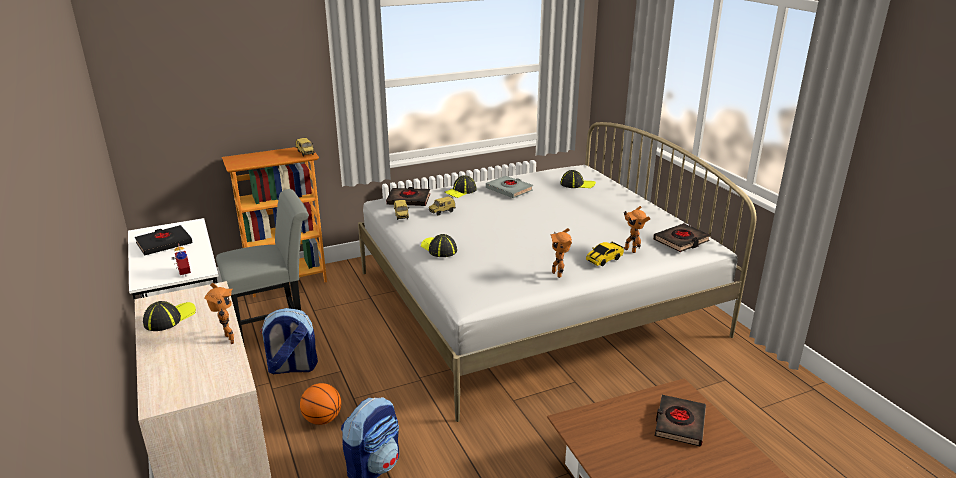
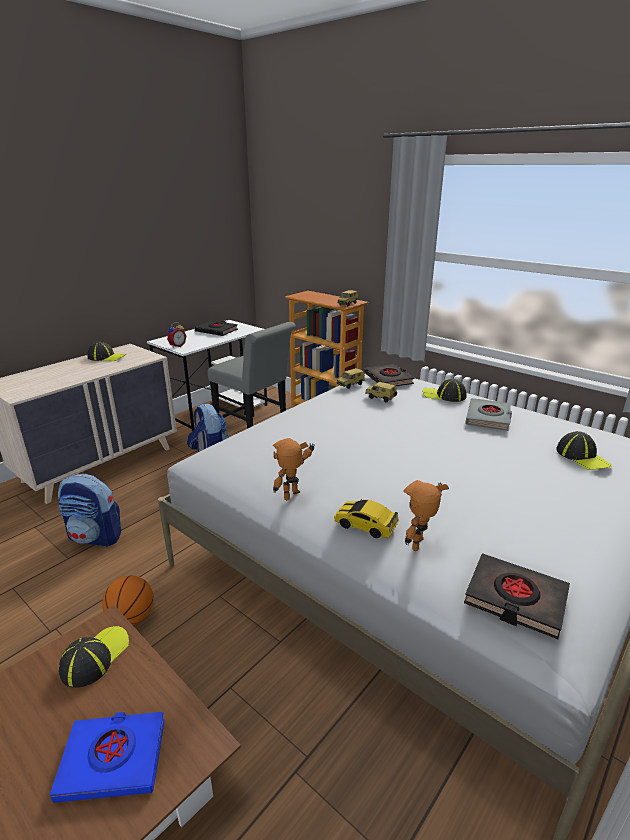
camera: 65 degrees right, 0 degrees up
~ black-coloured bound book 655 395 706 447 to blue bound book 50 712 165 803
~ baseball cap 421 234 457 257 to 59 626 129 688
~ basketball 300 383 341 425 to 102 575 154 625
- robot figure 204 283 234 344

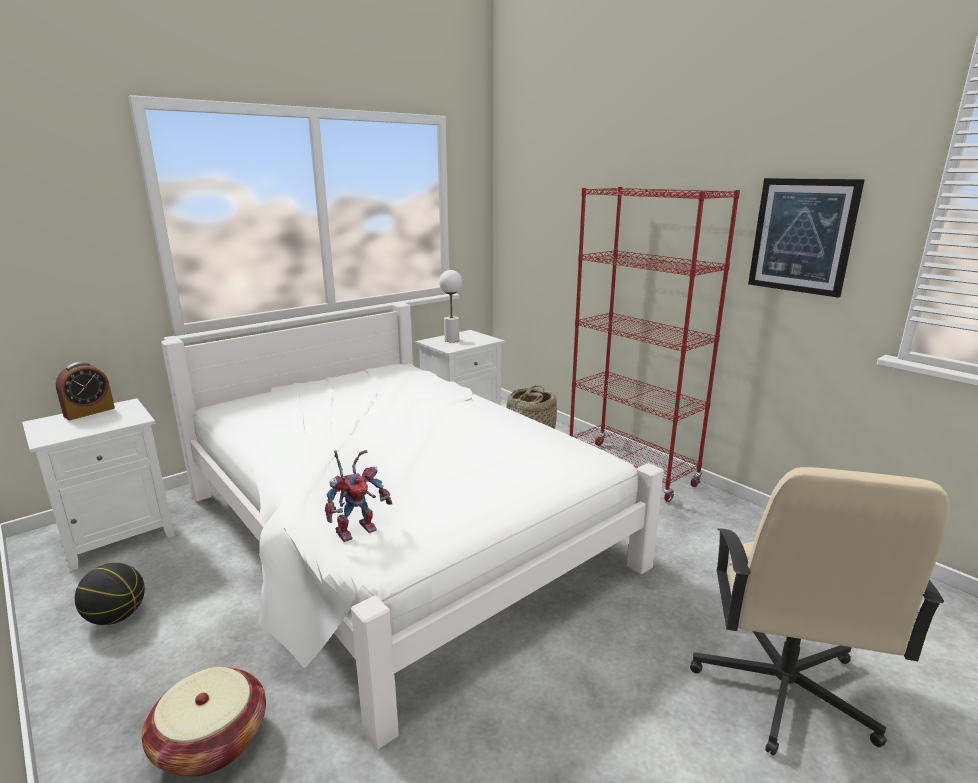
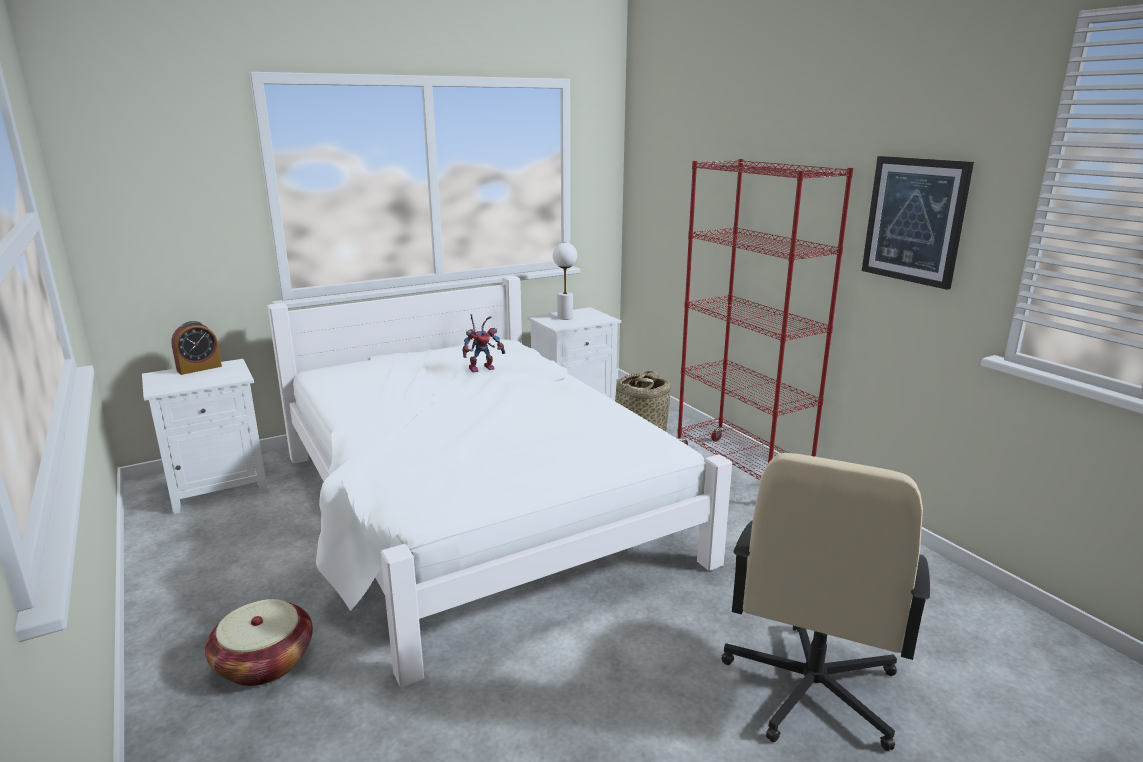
camera: 10 degrees right, 0 degrees up
~ robot figure 325 450 392 542 to 462 314 505 372
- basketball 75 563 145 625

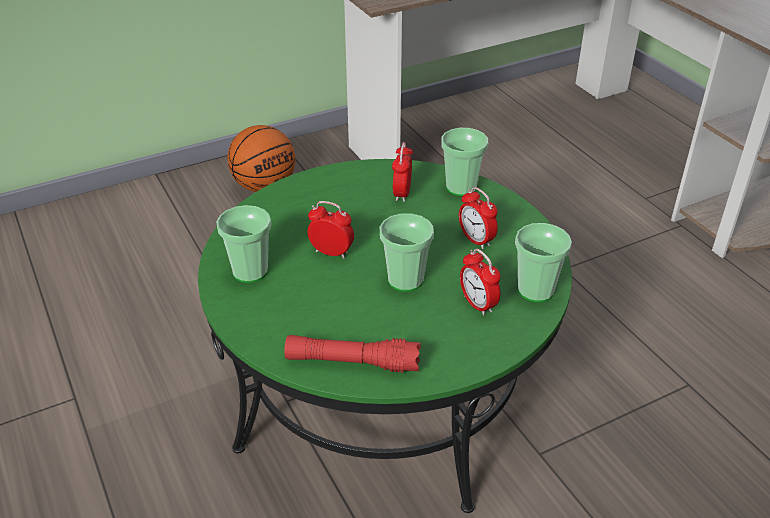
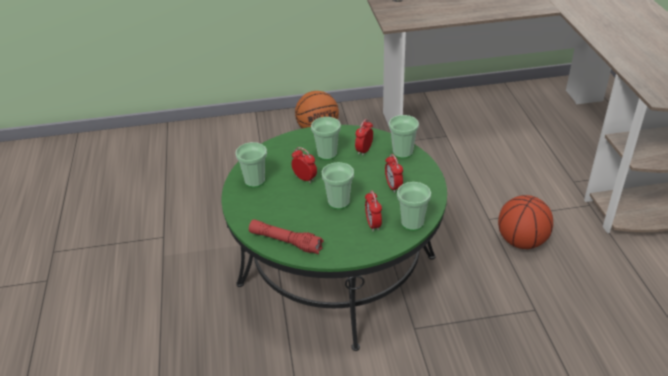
camera: 20 degrees right, 0 degrees up
+ cup 311 117 341 160
+ basketball 498 195 553 249

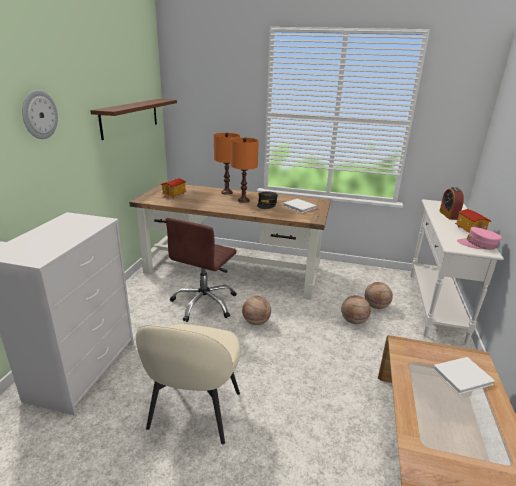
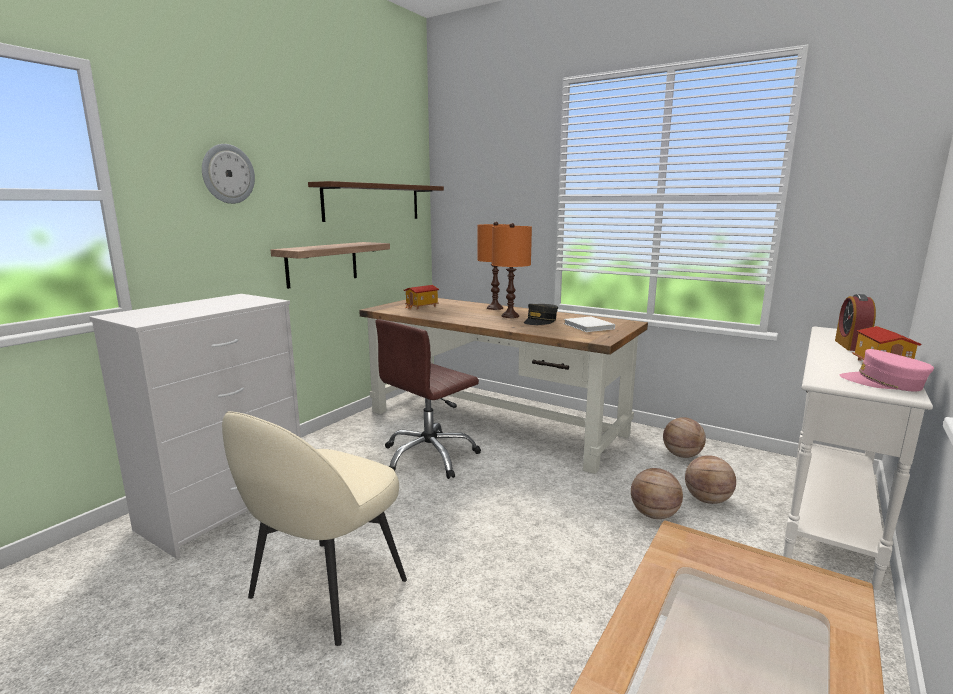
camera: 20 degrees right, 10 degrees down
+ wall shelf 271 242 390 289
~ basketball 242 296 271 325 to 663 417 706 458
- white-coloured bound book 433 357 495 394

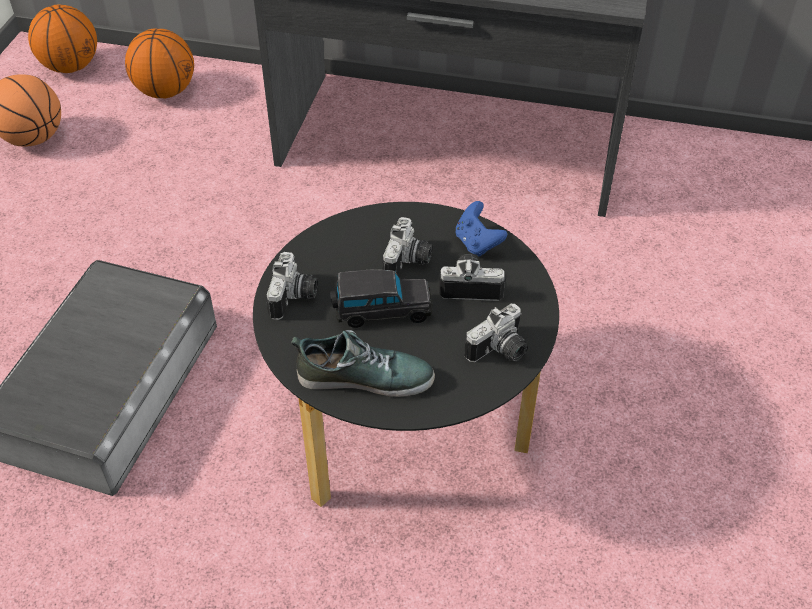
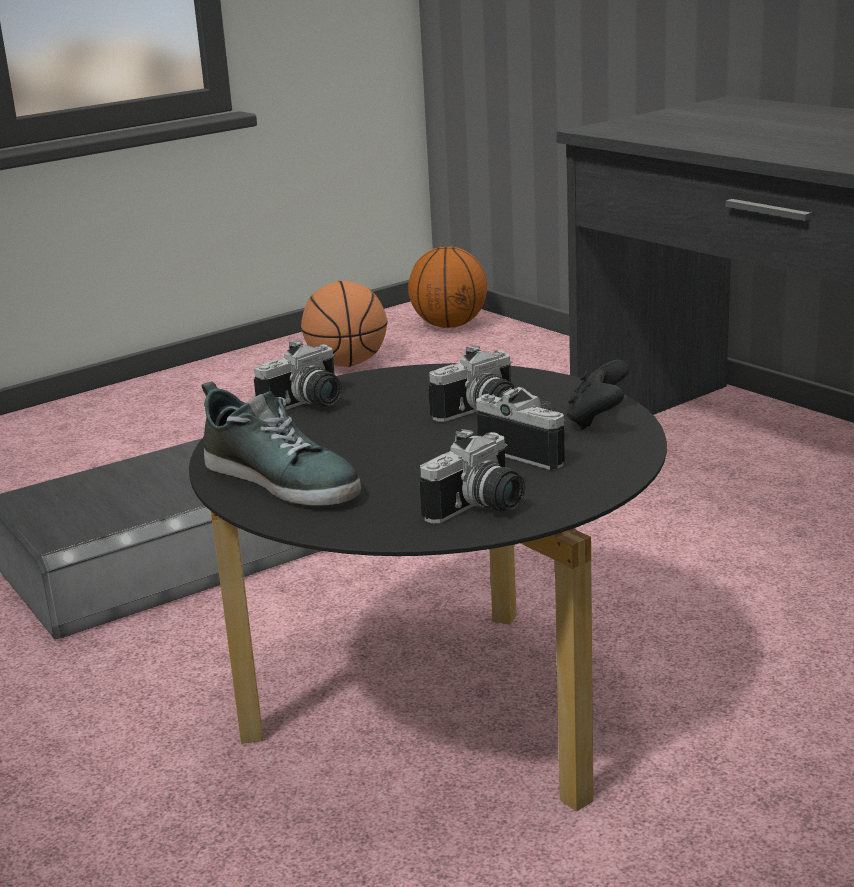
camera: 40 degrees right, 25 degrees down
~ photo camera 464 304 528 362 = 419 429 525 524 45 degrees counterclockwise
~ blue game controller 455 201 507 257 to black-coloured game controller 567 360 630 430
- basketball 125 29 194 98
- black-coloured miniature car 330 269 433 328

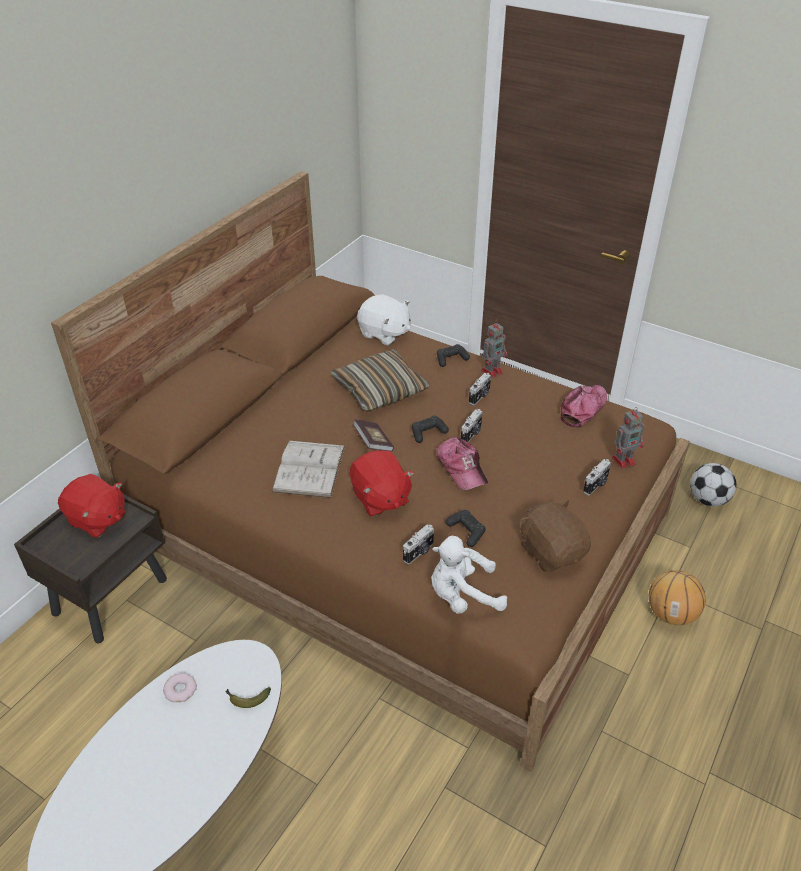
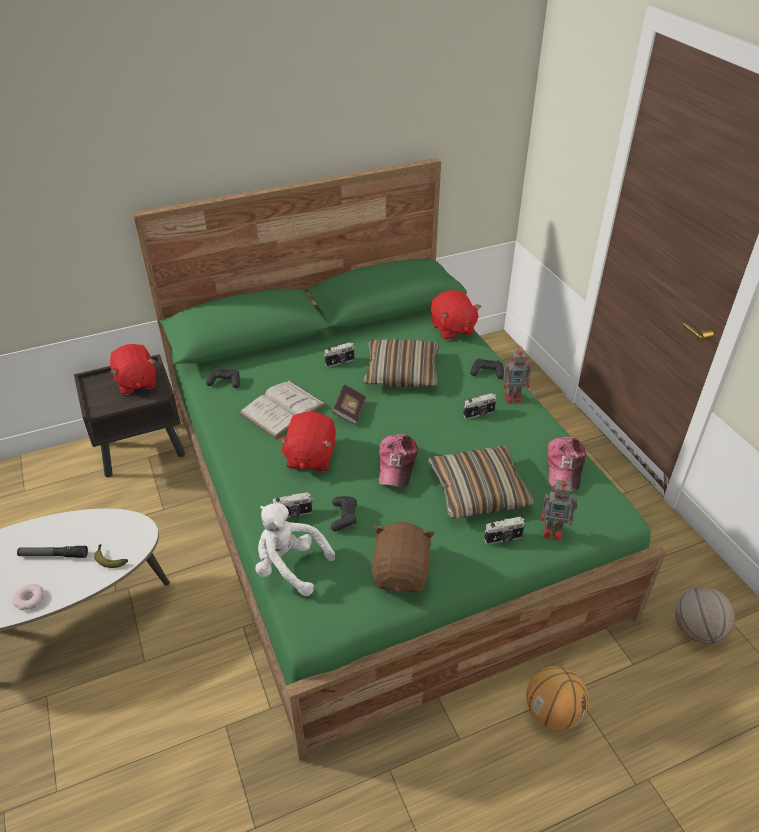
camera: 35 degrees right, 0 degrees up
~ ring doughnut 163 673 197 702 to 13 584 44 610
+ torch 17 546 88 558
~ brownish bedroom bed 51 171 690 772 to green-coloured bedroom bed 132 158 666 761
~ black-coloured game controller 412 416 449 443 to 206 368 240 388
~ photo camera 461 409 483 442 to 324 342 355 367
+ throw pillow 428 446 534 519
~ white-coloured cuddly toy 357 294 411 345 to red-coloured cuddly toy 430 290 481 340
~ baseball cap 560 385 607 427 = 548 437 586 490 120 degrees clockwise
~ football ball 690 463 737 507 to basketball 675 587 735 644

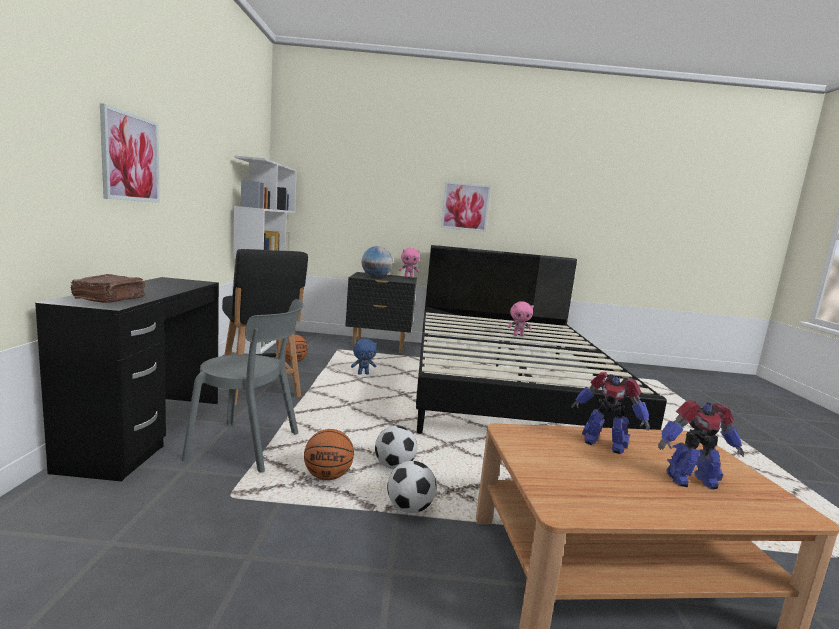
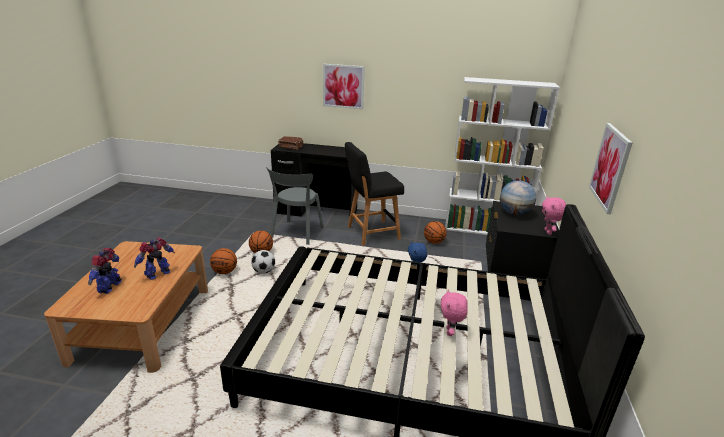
camera: 100 degrees right, 15 degrees up
~ football ball 387 461 437 513 to basketball 210 248 237 274

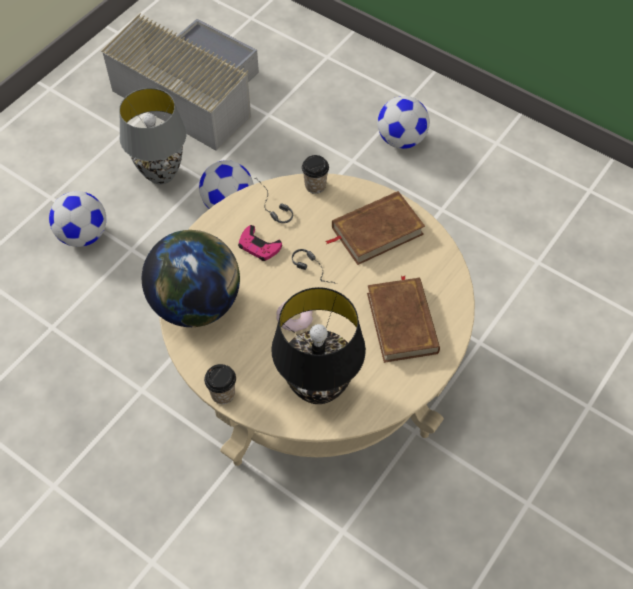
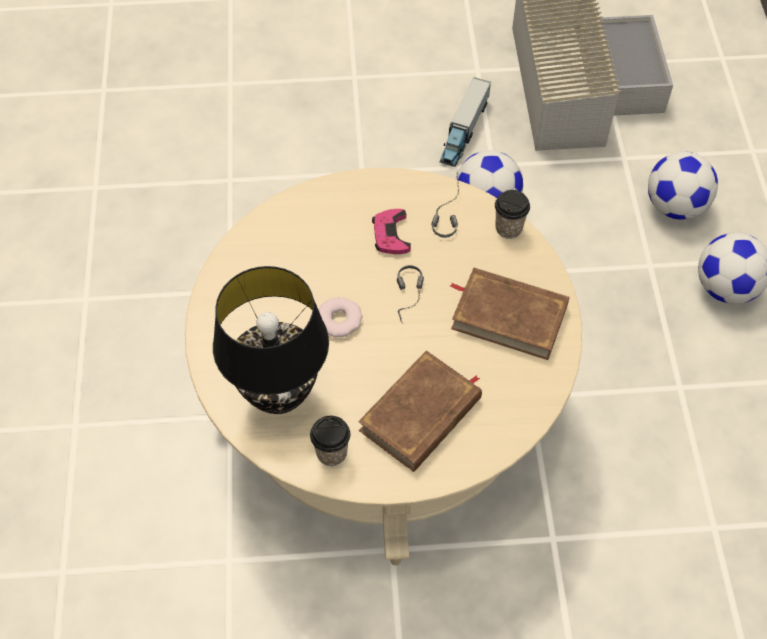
camera: 50 degrees right, 0 degrees up
~ cup 204 364 236 404 to 310 416 350 466
~ gray tabletop lamp 119 88 187 185 to model truck 440 77 491 167
~ football ball 49 191 106 247 to 648 151 718 220
- globe 142 230 240 327

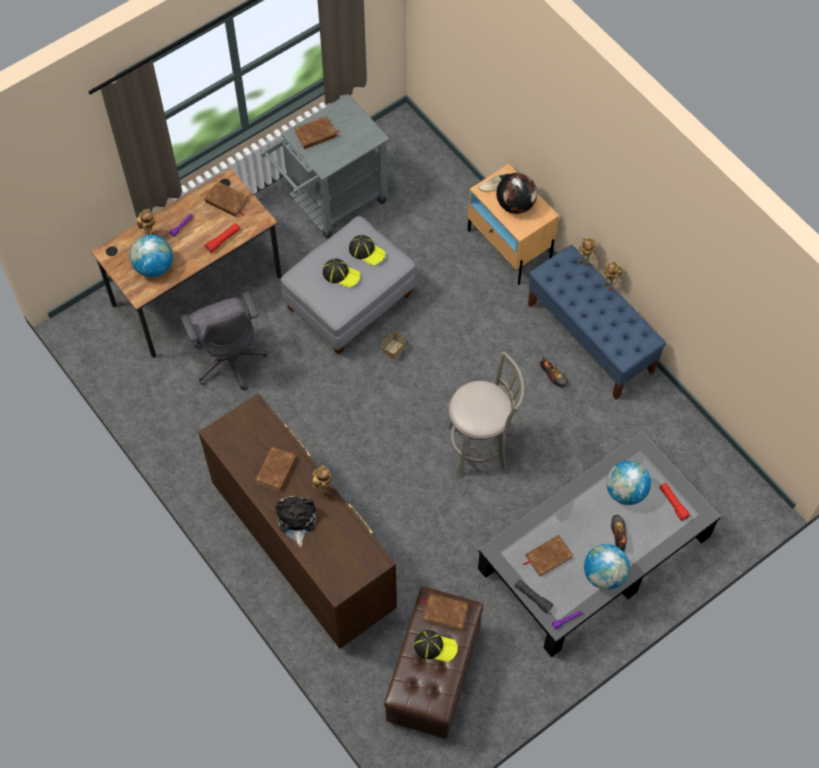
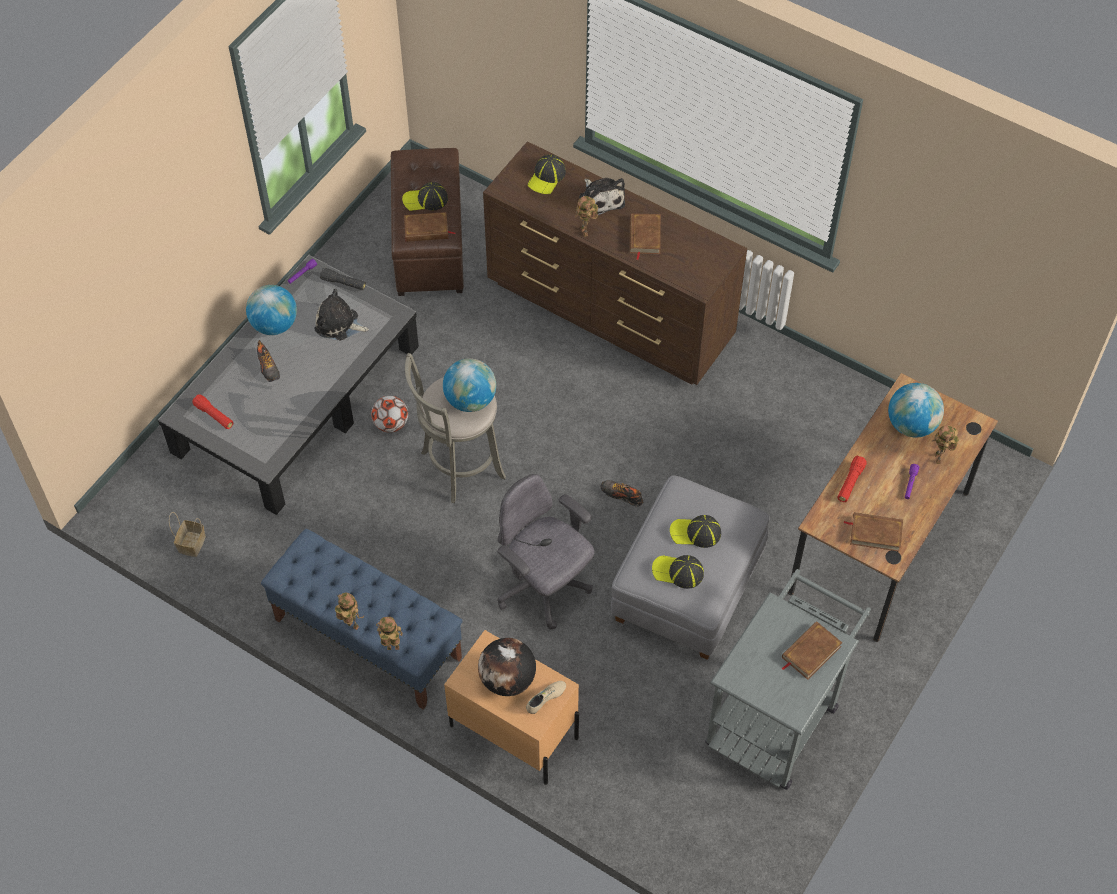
camera: 160 degrees right, 5 degrees down
~ household basket 381 324 406 361 to 169 512 206 557
~ brownish bound book 523 535 573 577 to cuddly toy 315 289 369 340
+ football ball 371 396 408 433
~ globe 606 461 651 505 to 443 358 496 412
~ gray desk chair 180 291 268 390 to 497 474 594 630
+ baseball cap 527 154 566 194
~ low shoe 540 357 569 388 to 601 480 644 506

